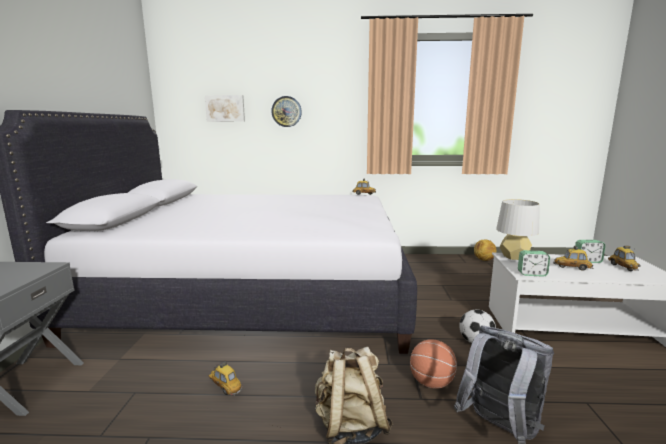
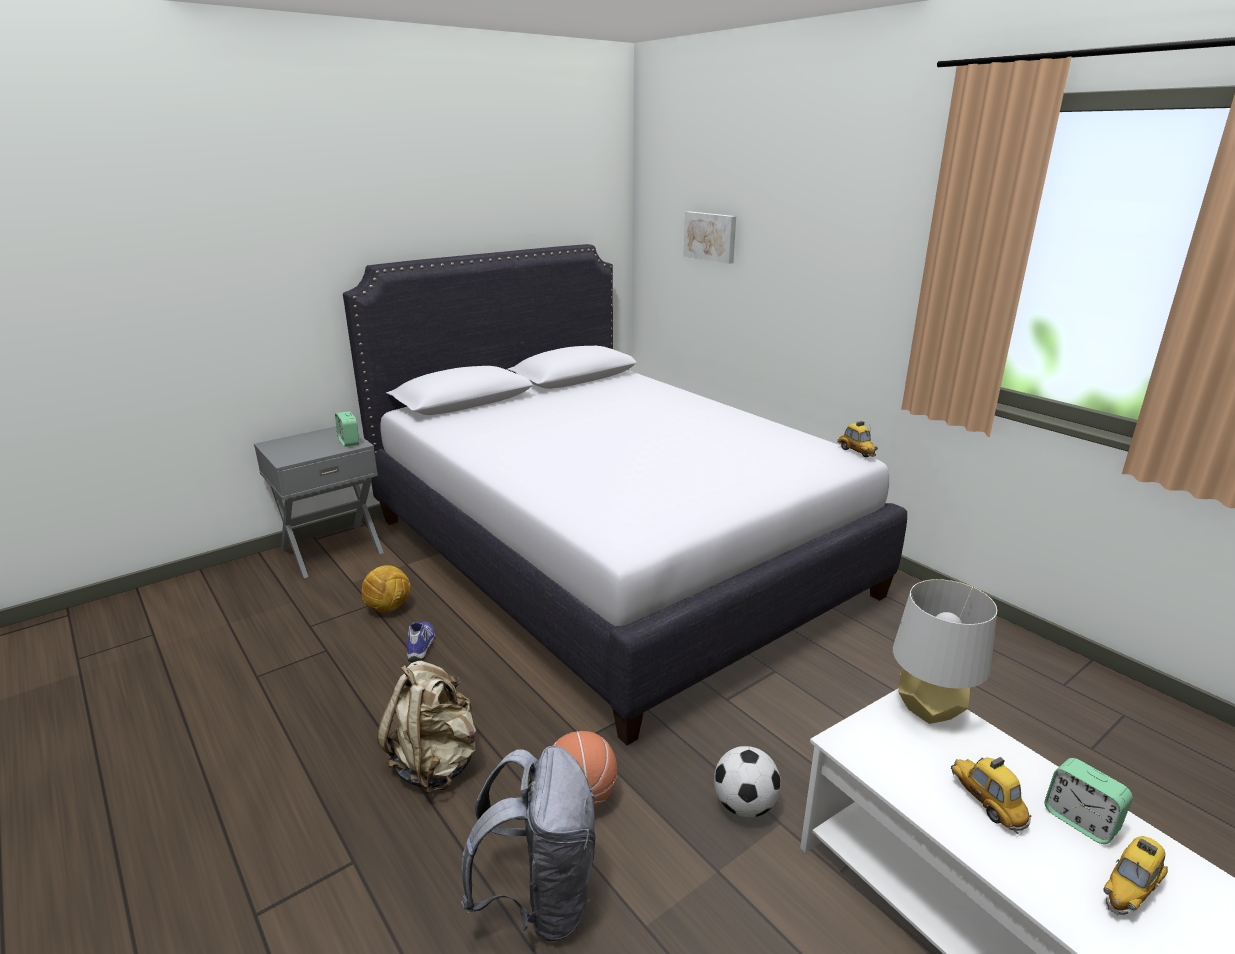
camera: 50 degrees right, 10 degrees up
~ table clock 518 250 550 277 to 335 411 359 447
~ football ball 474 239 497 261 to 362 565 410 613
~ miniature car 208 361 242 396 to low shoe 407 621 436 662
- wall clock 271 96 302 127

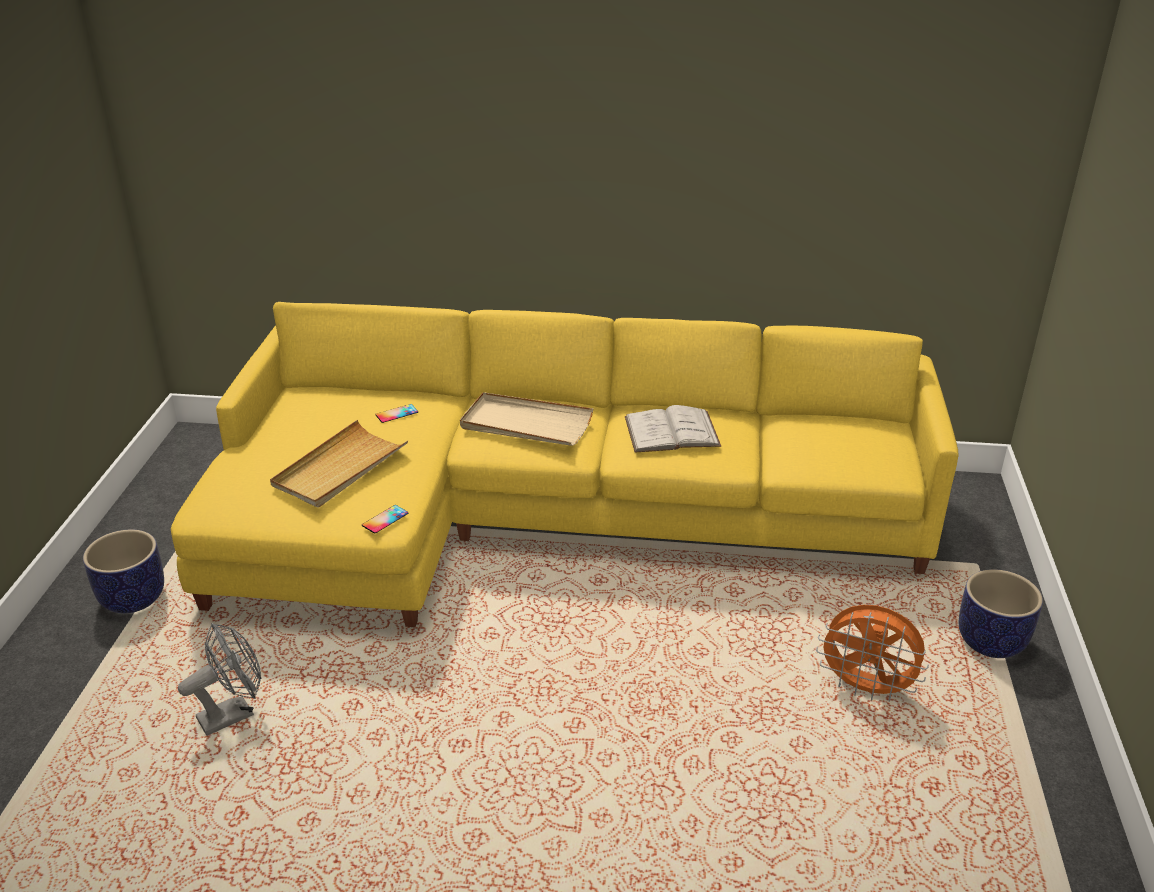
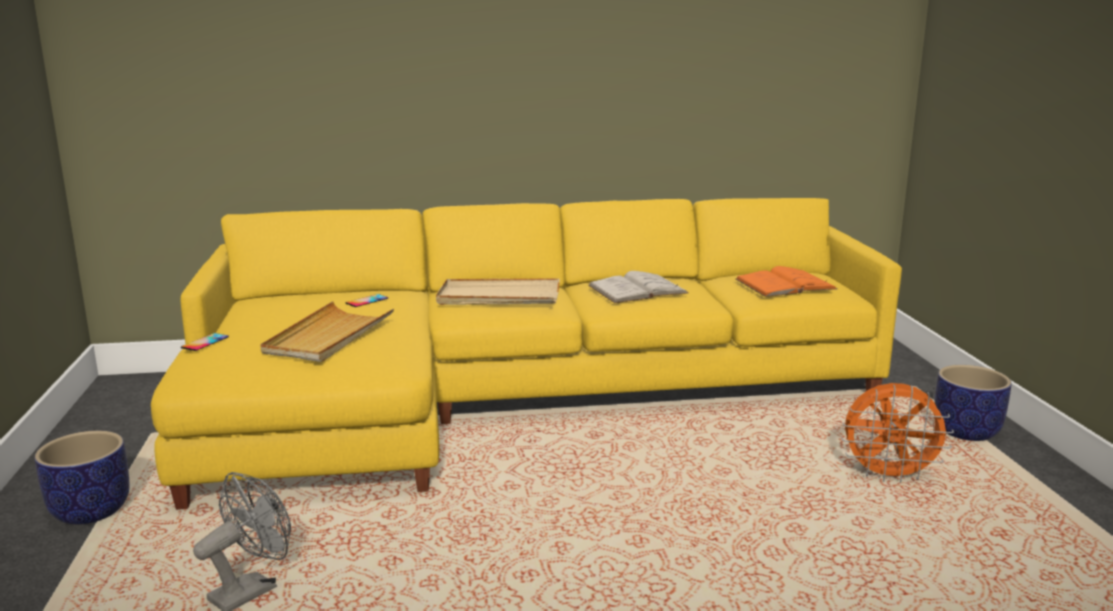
camera: 15 degrees left, 15 degrees down
~ telephone 362 505 408 534 to 181 333 229 351
+ orange-coloured bound book 736 266 838 297

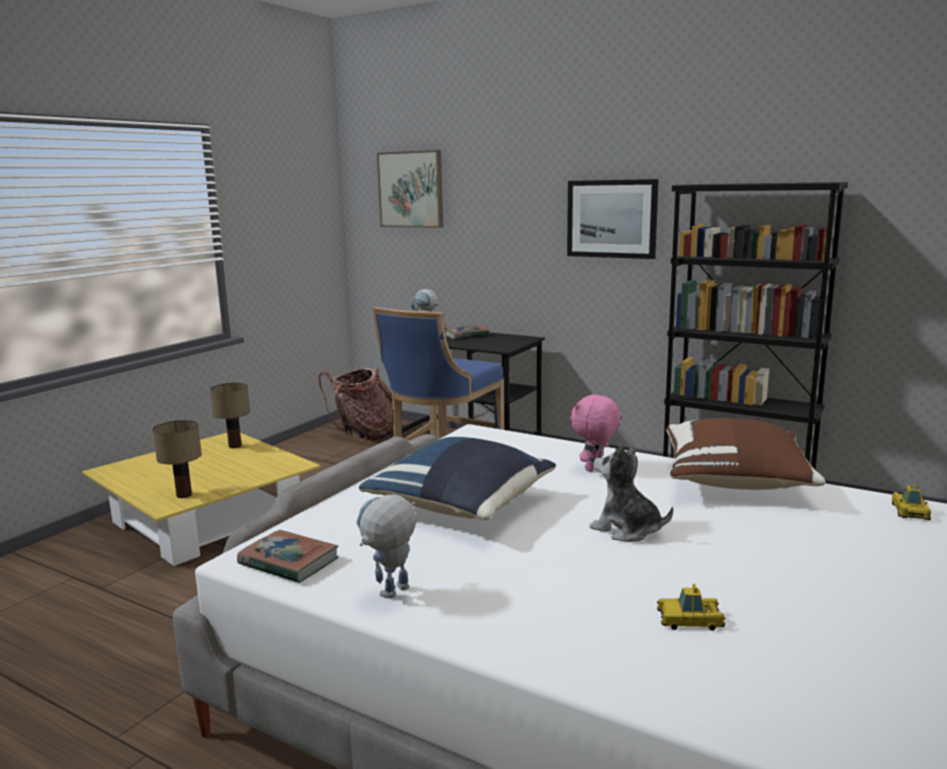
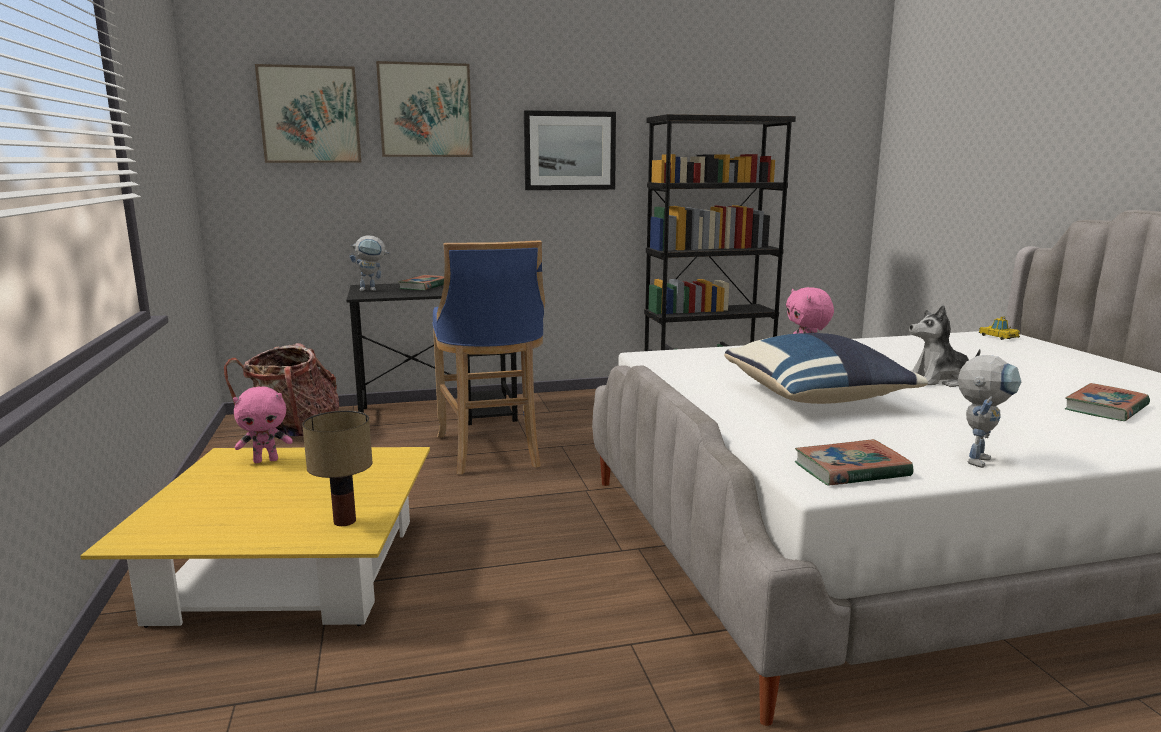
camera: 45 degrees left, 0 degrees up
~ tabletop lamp 210 383 250 448 to pink cuddly toy 233 387 293 463
+ wall picture 376 61 473 157
~ robot figure 356 495 416 599 = 958 355 1021 468 135 degrees counterclockwise
~ miniature car 657 584 725 631 to bound book 1065 383 1150 421
- brownish throw pillow 666 418 825 490

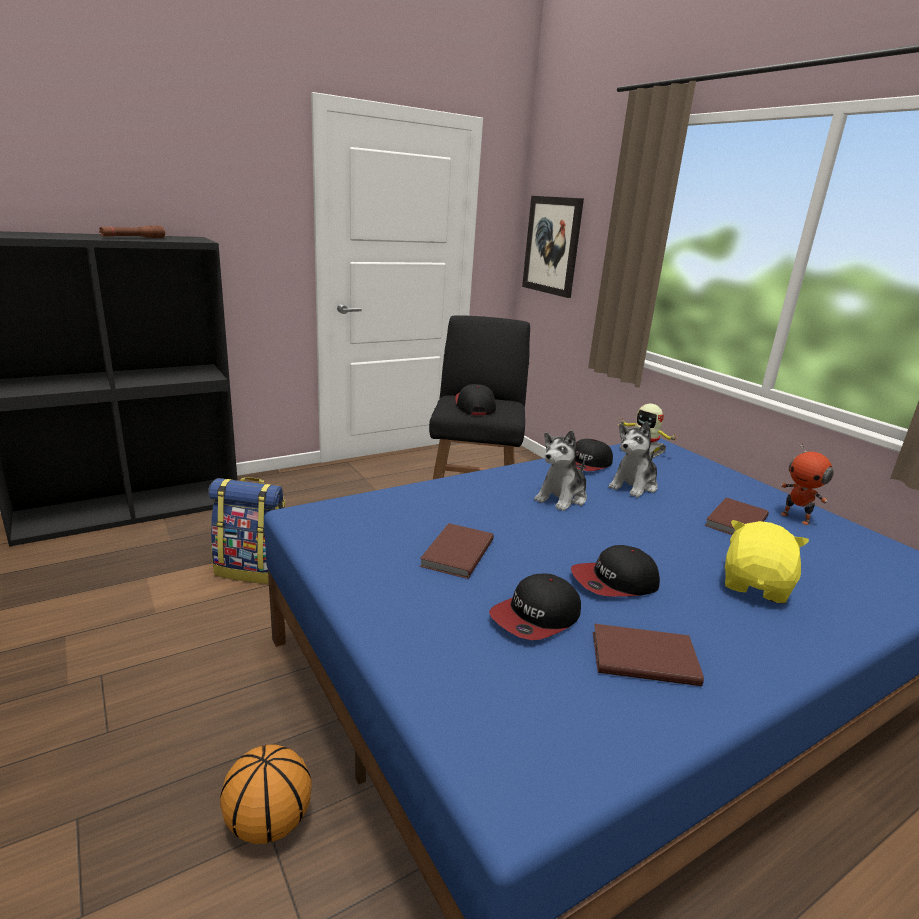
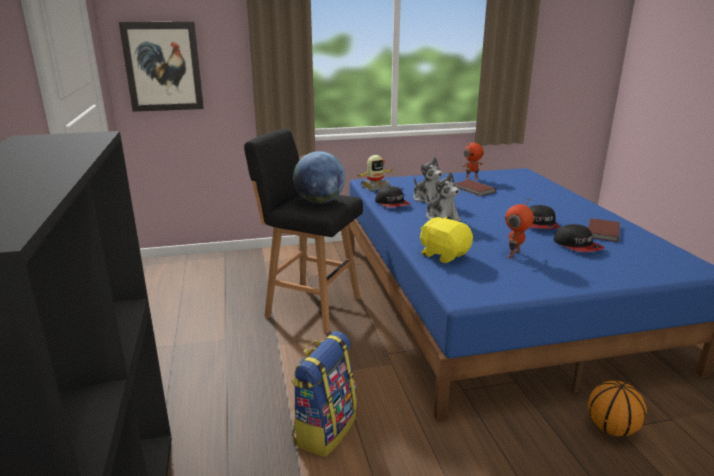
camera: 70 degrees left, 0 degrees up
~ baseball cap 455 384 496 415 to globe 293 151 345 204
~ yellow-coloured cuddly toy 725 520 809 604 to 420 217 473 263
~ brownish bound book 420 523 494 579 to robot figure 505 199 534 259
- brownish torch 99 225 165 238

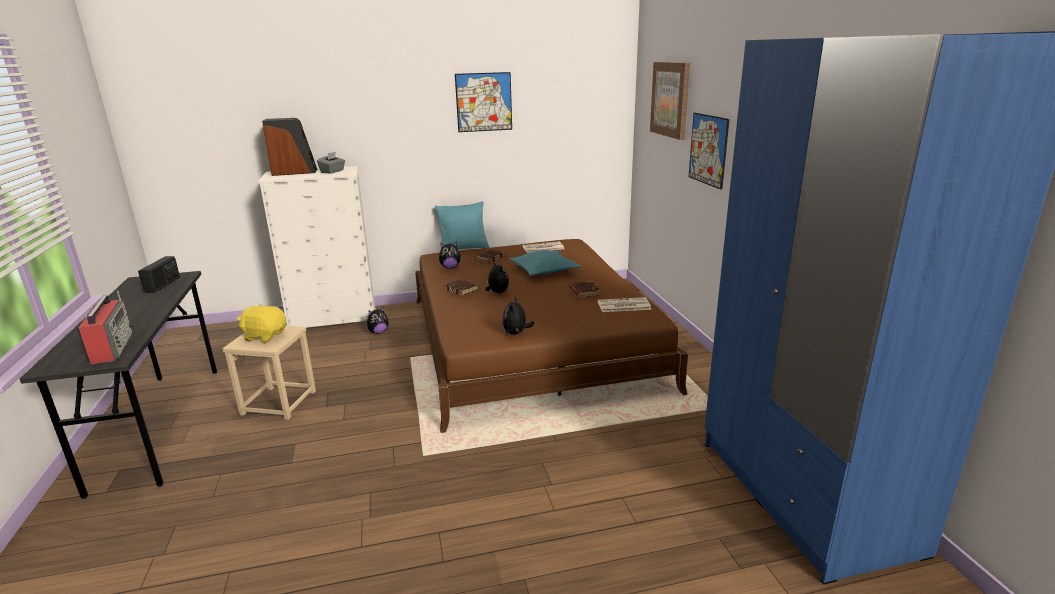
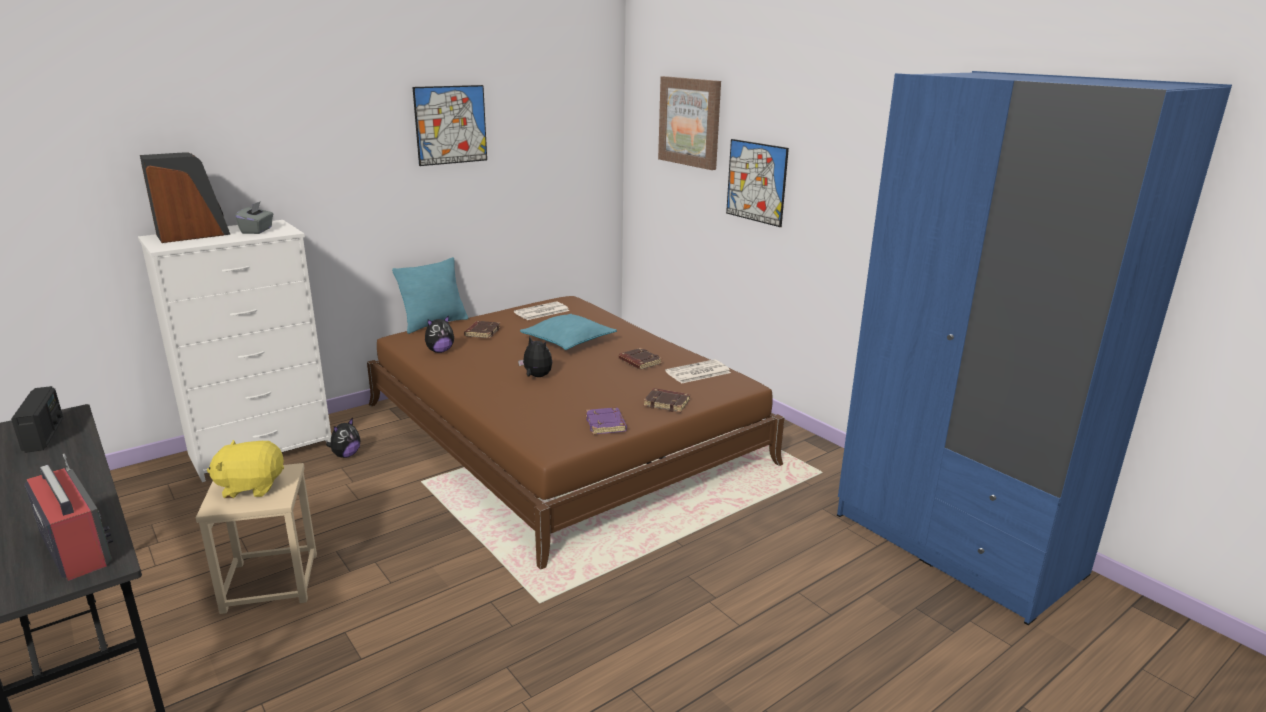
camera: 25 degrees left, 0 degrees up
~ cuddly toy 502 298 534 335 to purple bound book 586 407 627 435
~ brownish bound book 444 279 479 296 to 643 388 690 412

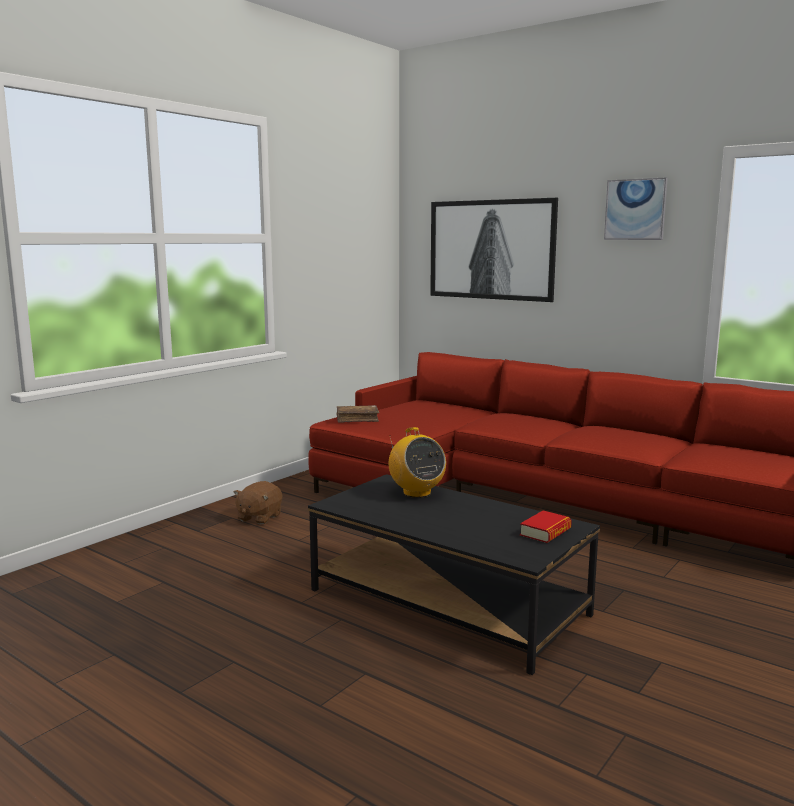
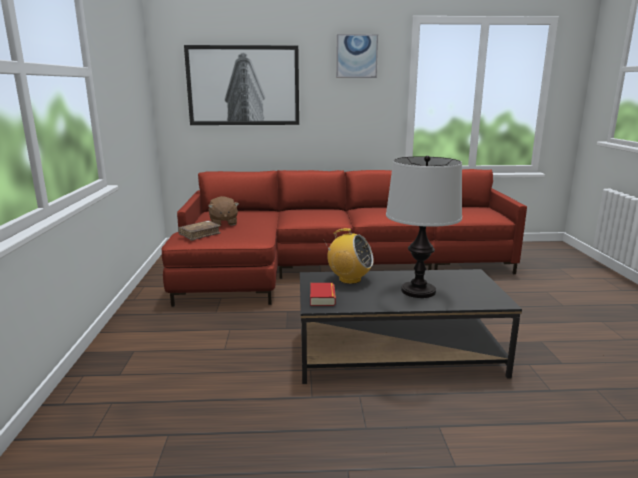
camera: 40 degrees left, 5 degrees up
~ brownish cuddly toy 234 481 282 525 to 208 196 239 226
~ bound book 520 510 572 543 to 310 283 336 306
+ tabletop lamp 386 156 462 298

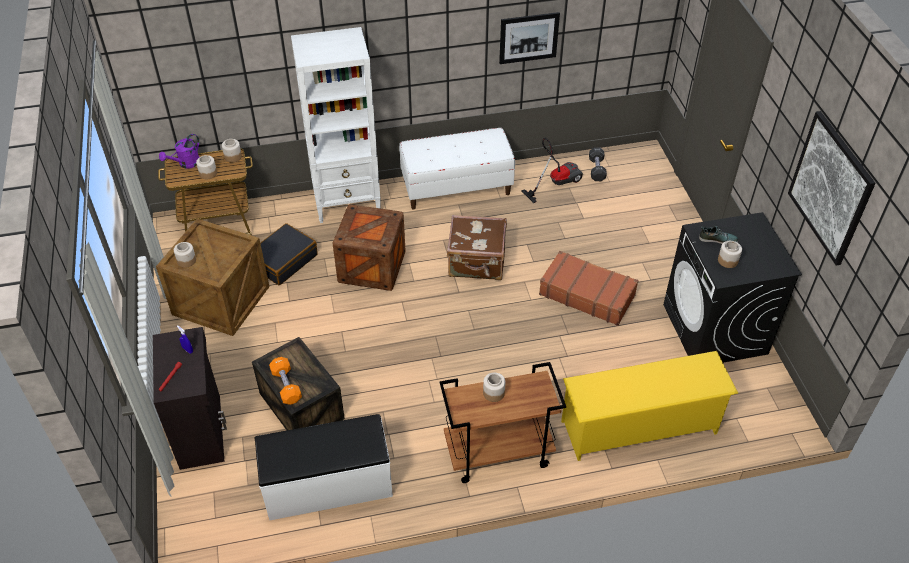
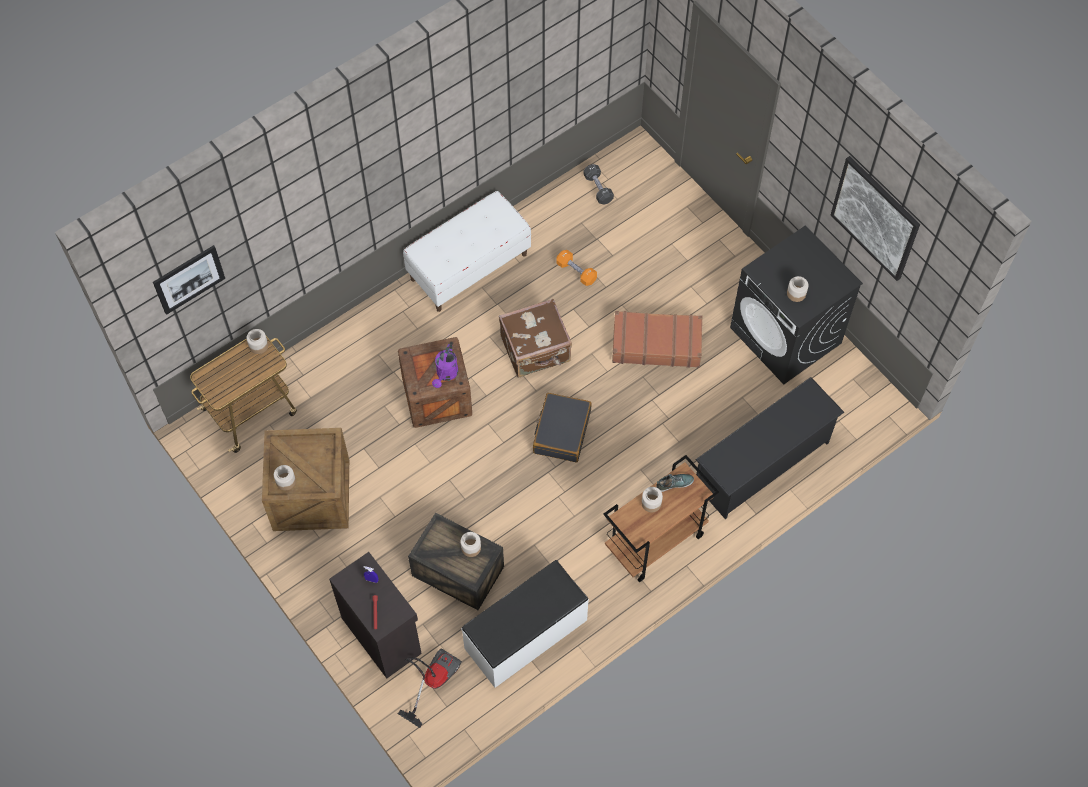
camera: 25 degrees left, 15 degrees up
~ wall picture 499 12 560 64 to 153 245 225 315
~ vacuum cleaner 521 138 583 203 to 397 649 462 728
~ purple watering can 159 134 199 169 to 432 344 458 388
~ jar 196 155 217 179 to 460 532 481 557
~ black-coloured suitcase 260 223 318 285 to 533 393 591 462
~ orange-coloured free weight 269 357 302 405 to 556 250 597 286
~ low shoe 699 226 739 244 to 656 474 694 492
~ yellow-coloured shoe stand 561 351 738 461 to black-coloured shoe stand 695 377 844 519
- white-coloured bookcase 291 27 381 223

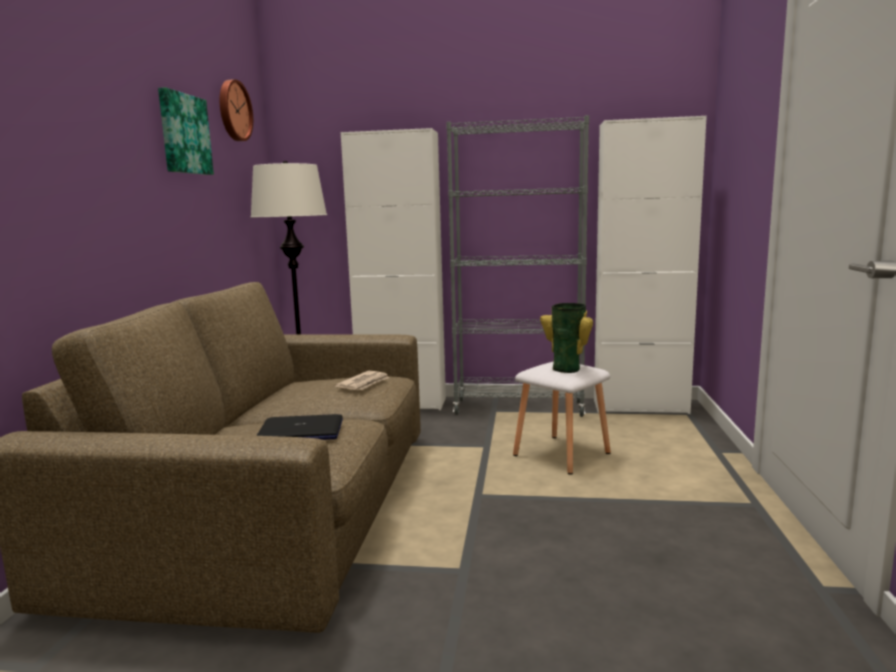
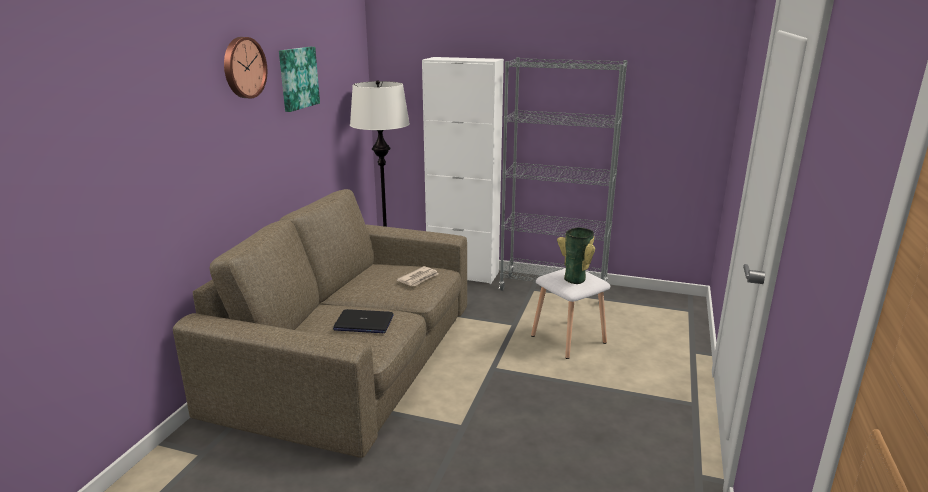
camera: 10 degrees right, 10 degrees up
~ wall clock 219 79 253 141 to 224 37 267 98
- white-coloured cabinet 594 116 707 414

